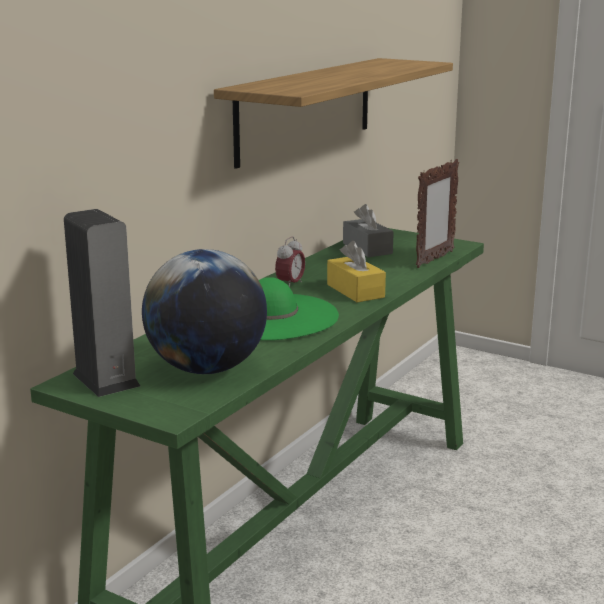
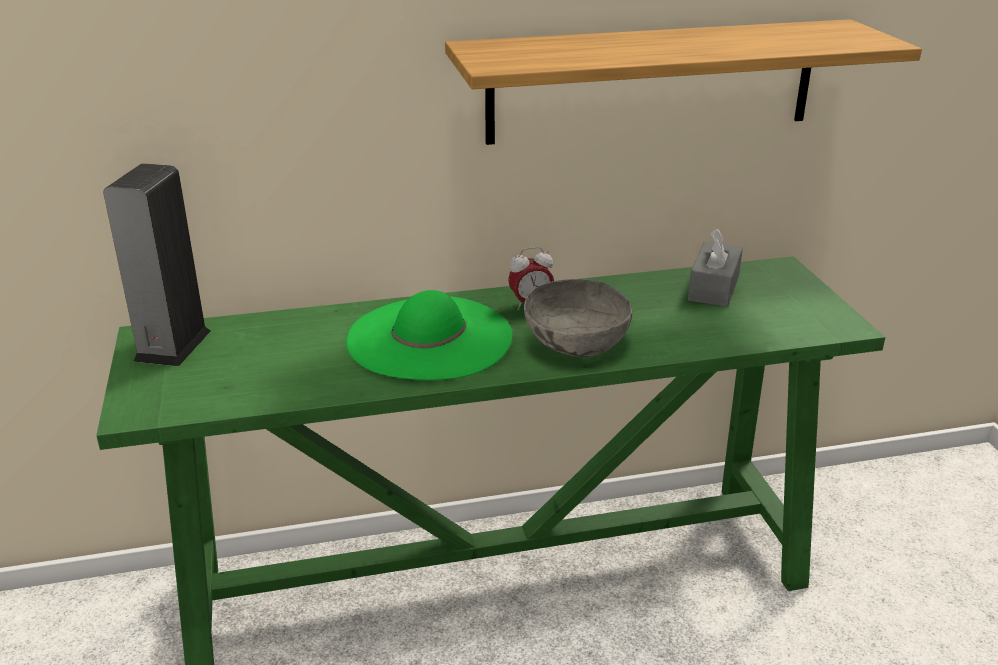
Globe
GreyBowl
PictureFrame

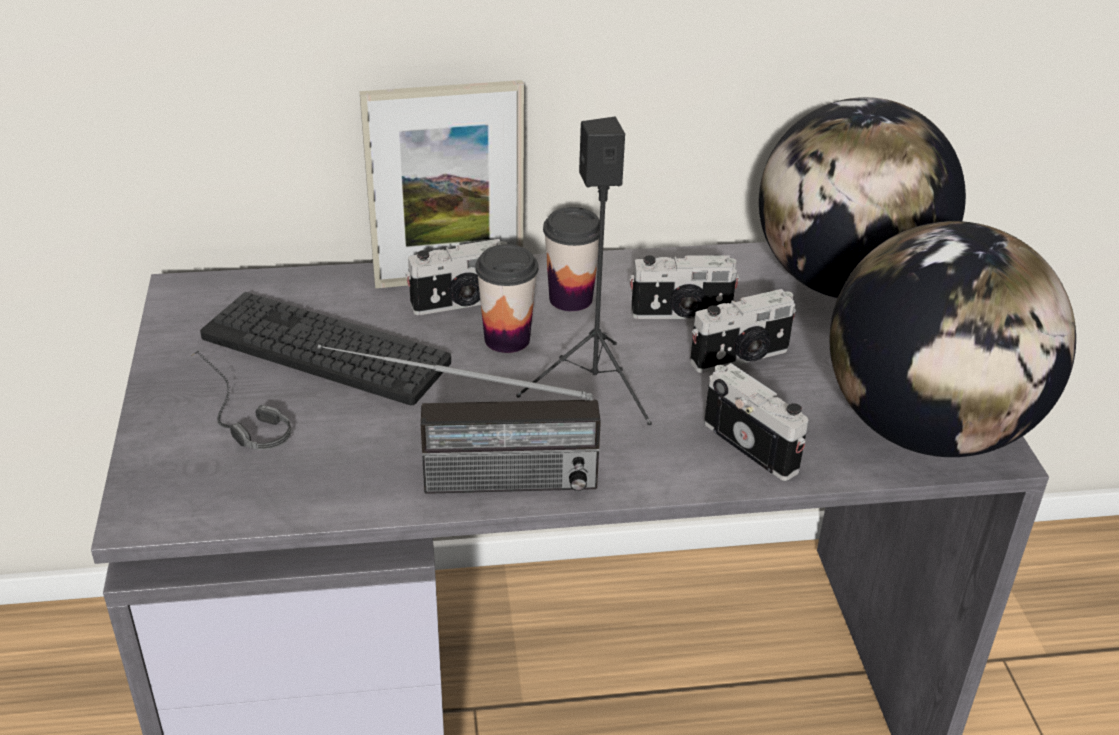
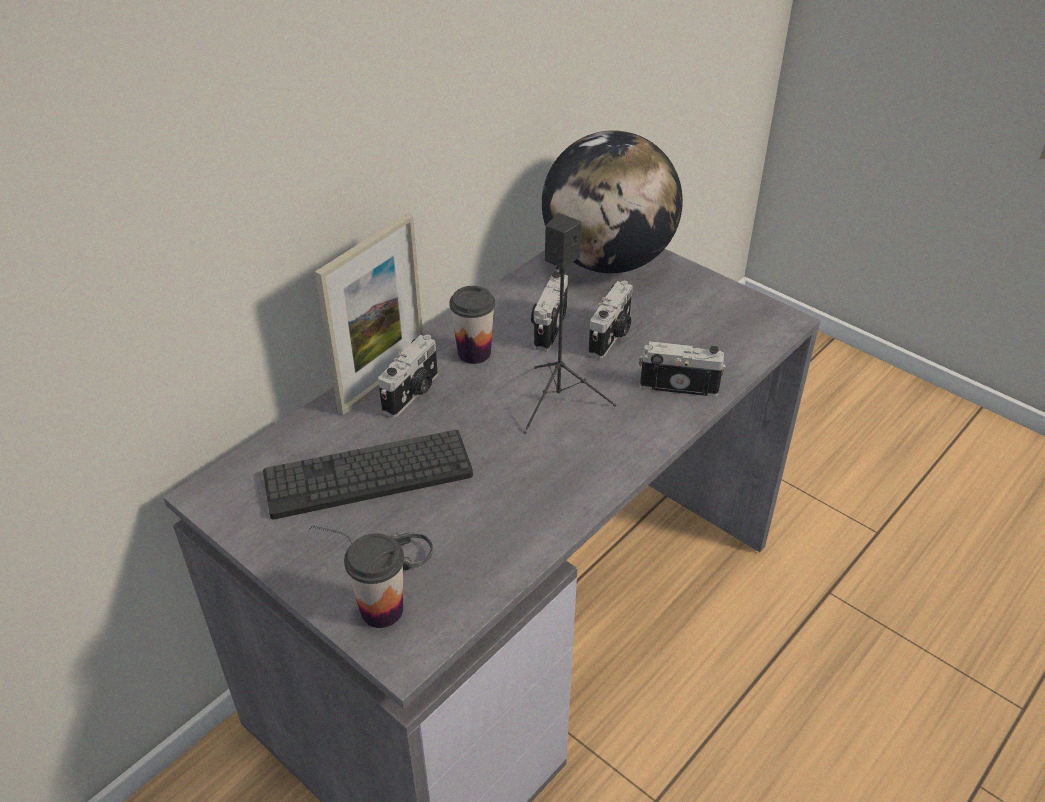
Radio
Cup (1st from left)
PhotoCamera (2nd from left)
Globe (2nd from left in the first image)

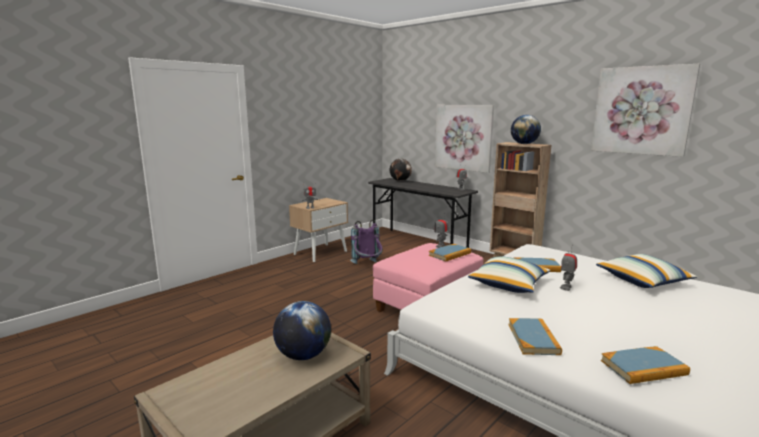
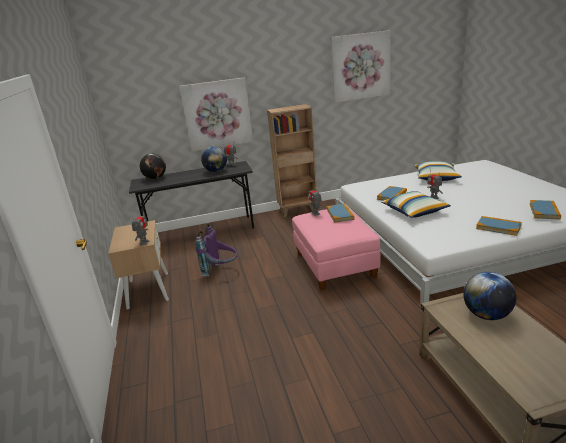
Globe (2nd from left)

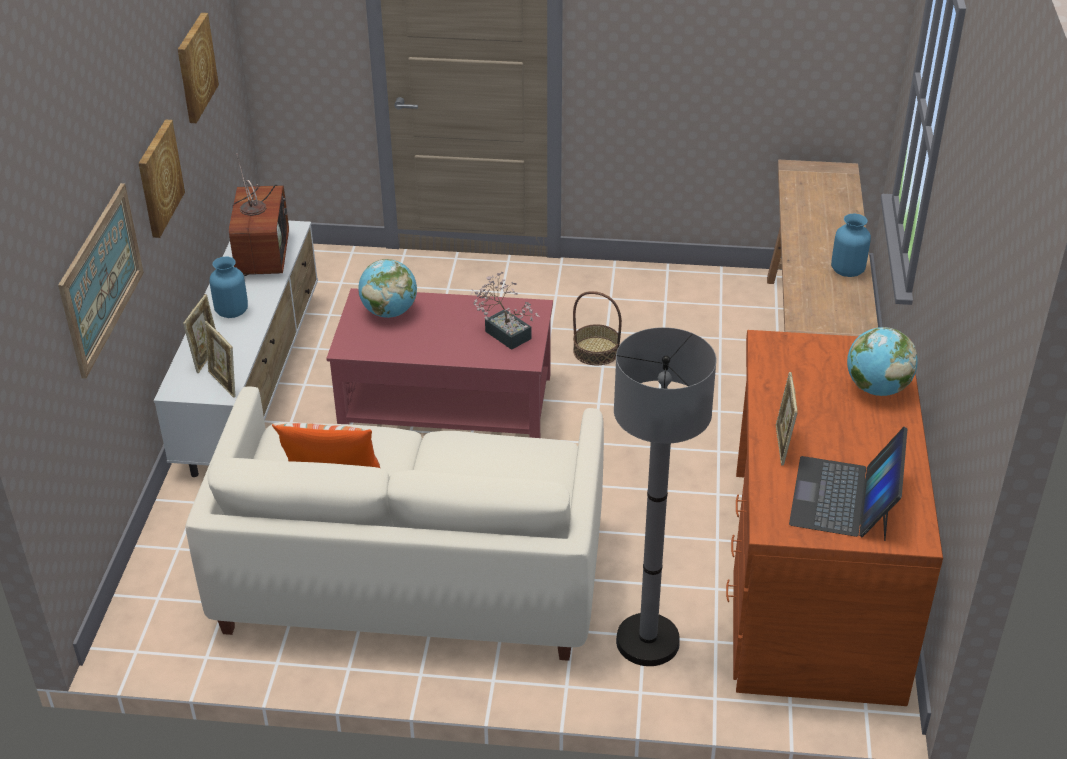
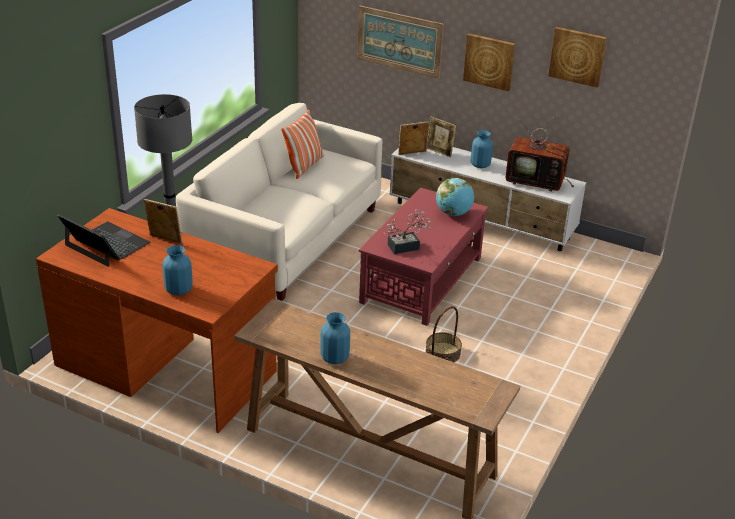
BlueVase (1st from left)

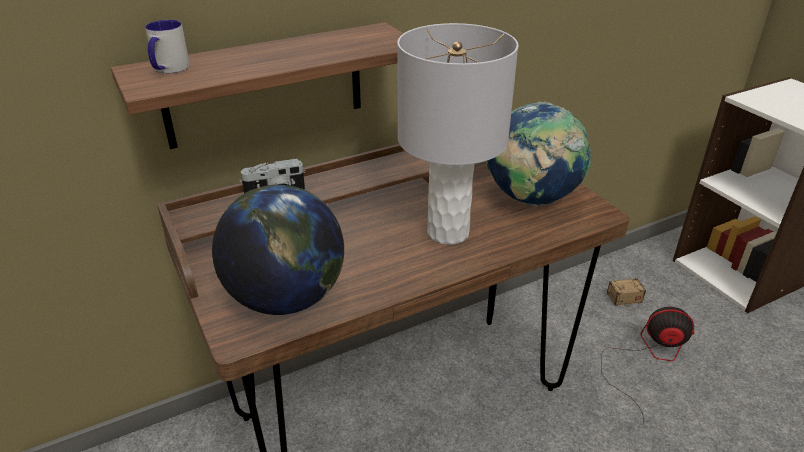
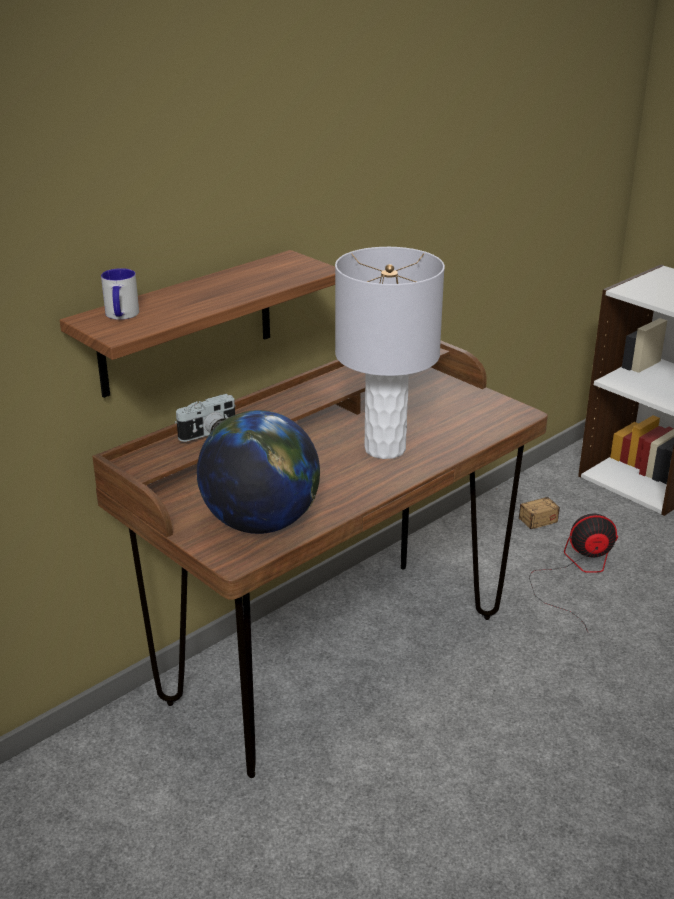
Globe (2nd from left in the first image)

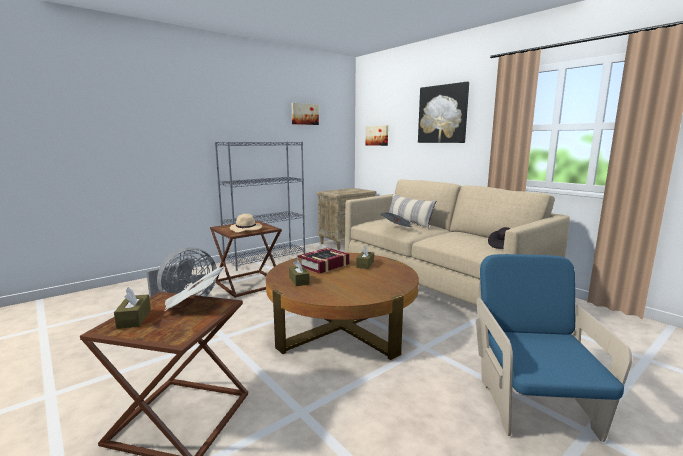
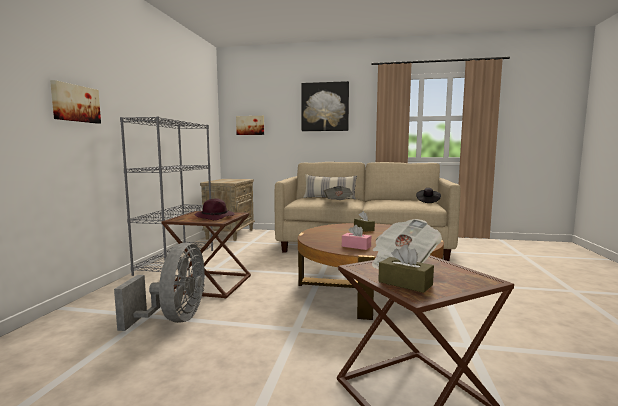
PurpleHat
PinkTissueBox
Picture (1st from left)
Book
BlueArmchair

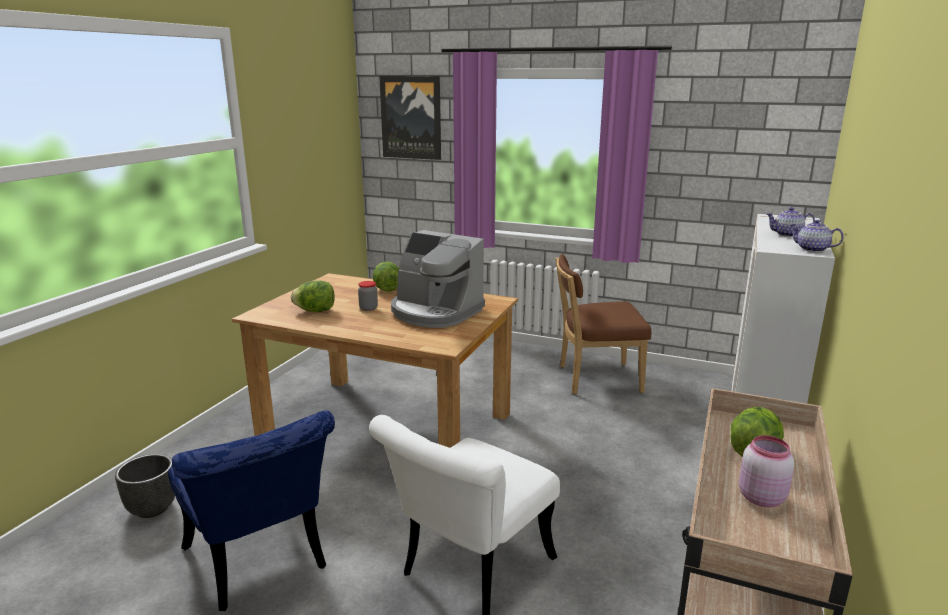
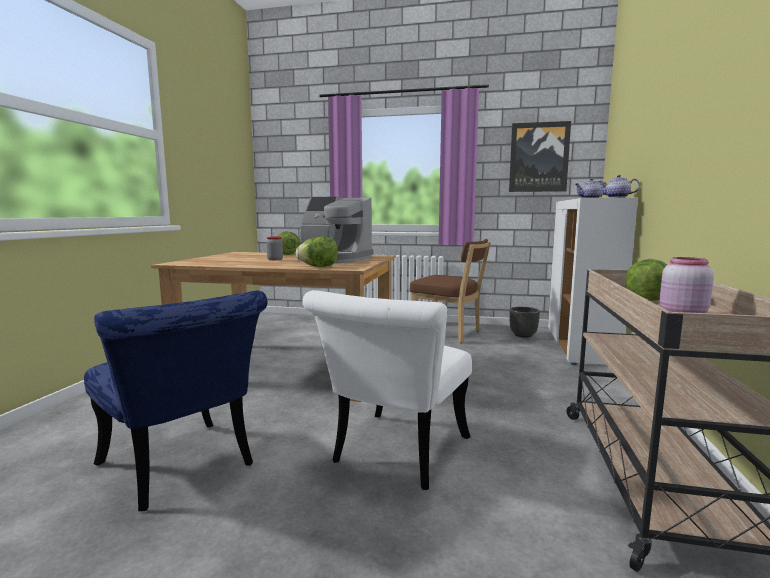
BlackPlanter
Lettuce (2nd from left)
Picture
BrownChair

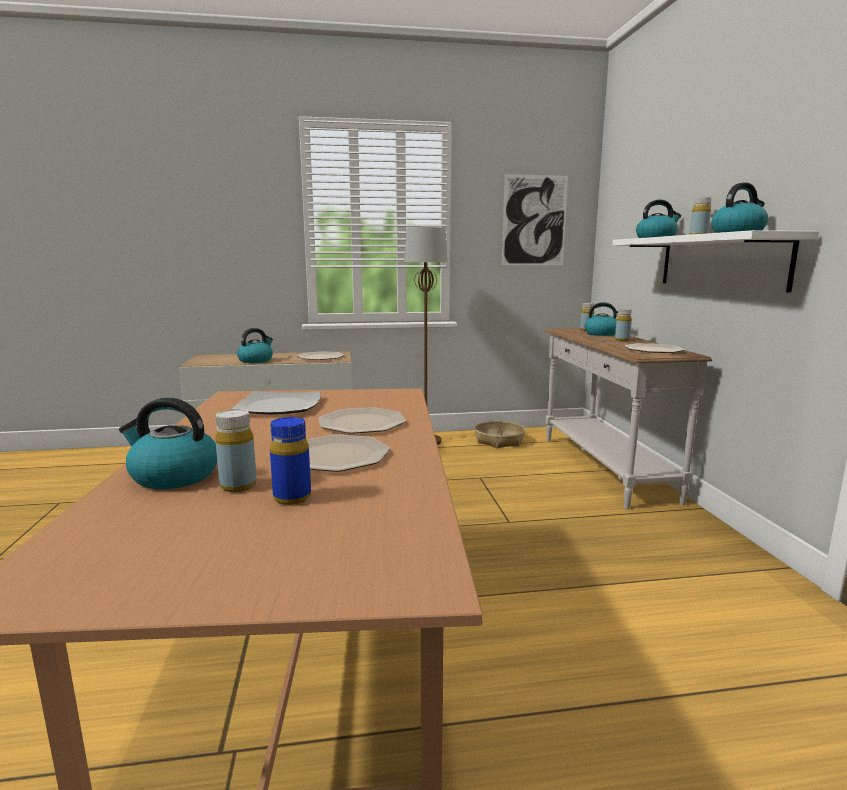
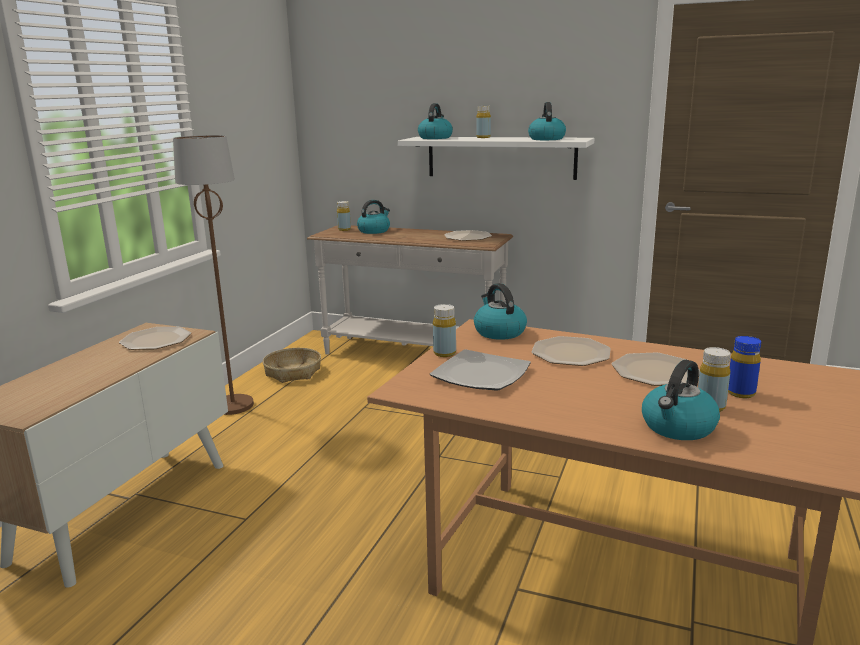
Kettle (3rd from left)
Picture
YellowBottle (2nd from left)

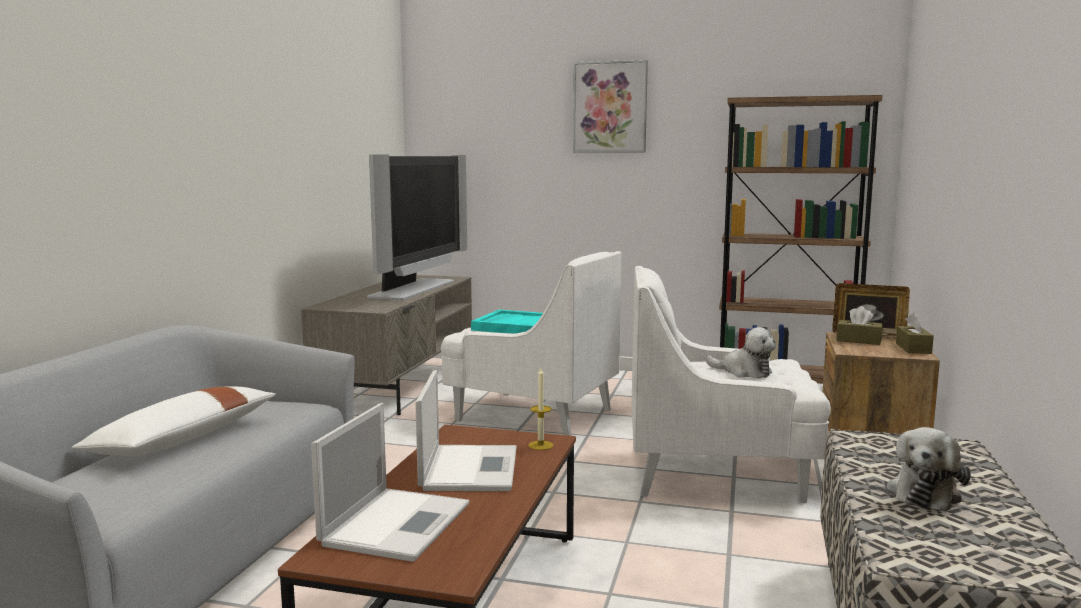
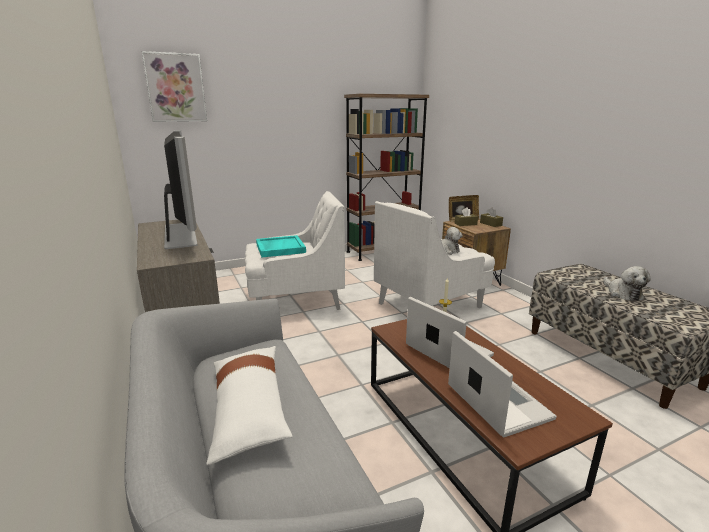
Picture

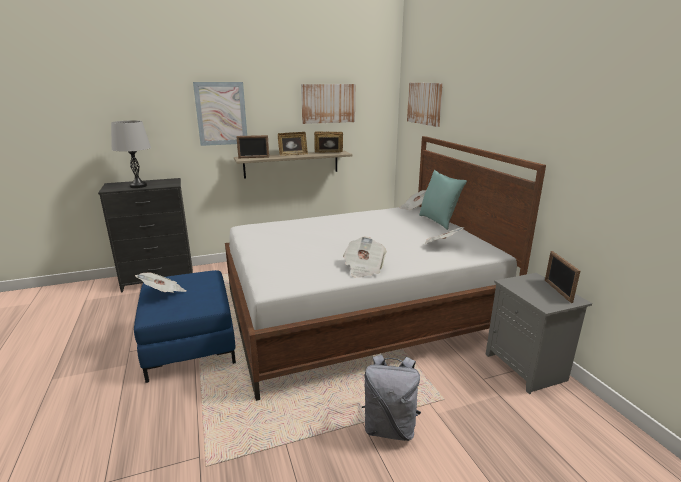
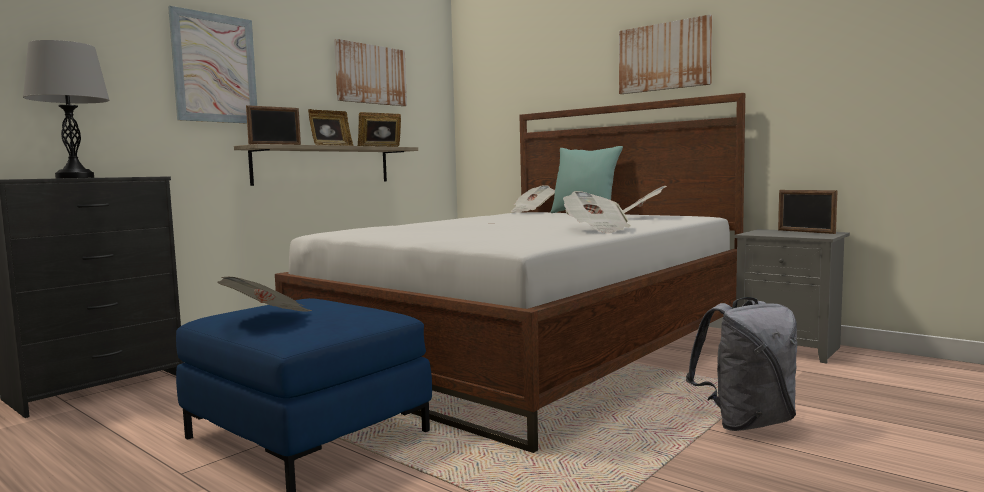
Picture (3rd from left)

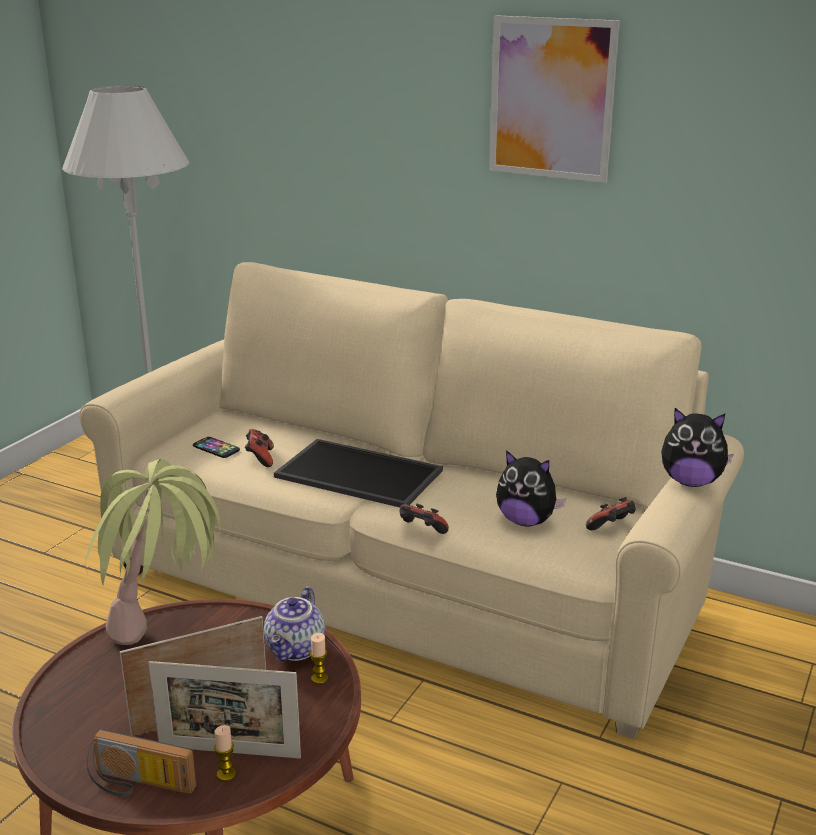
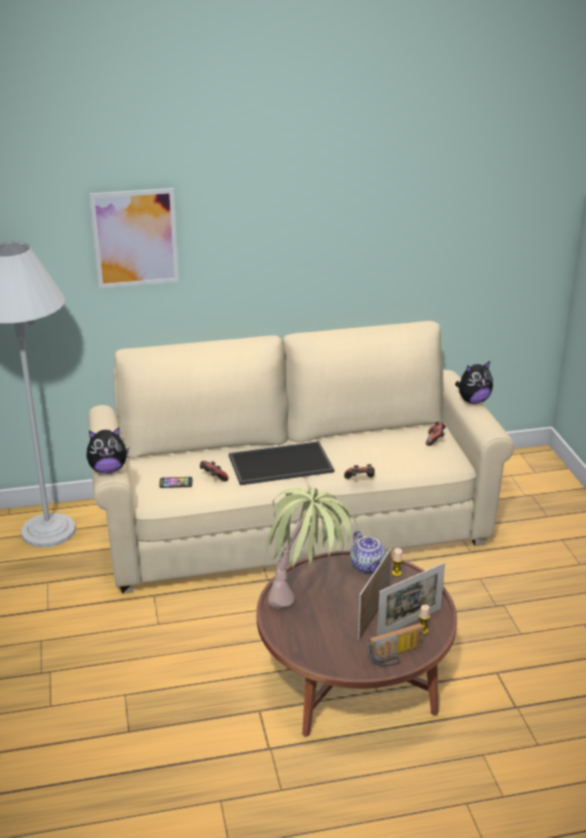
Picture
PlushToy (1st from left)

